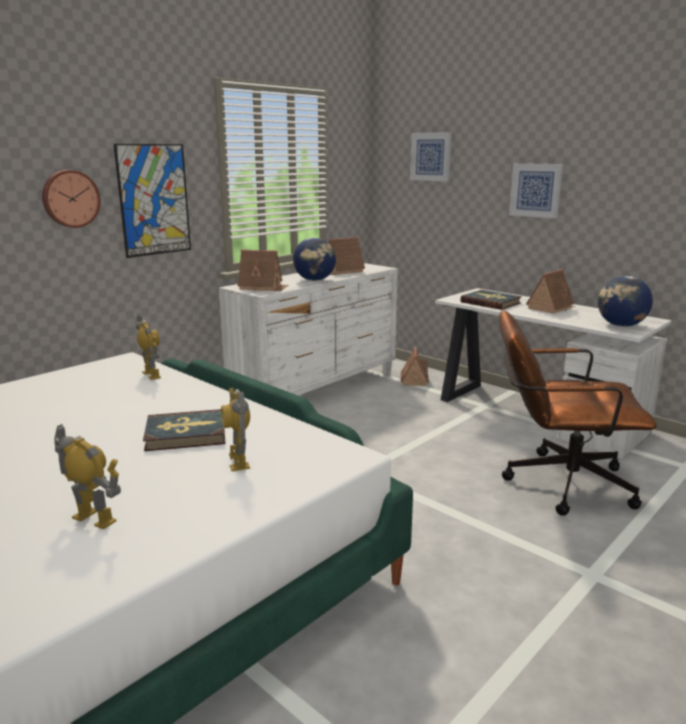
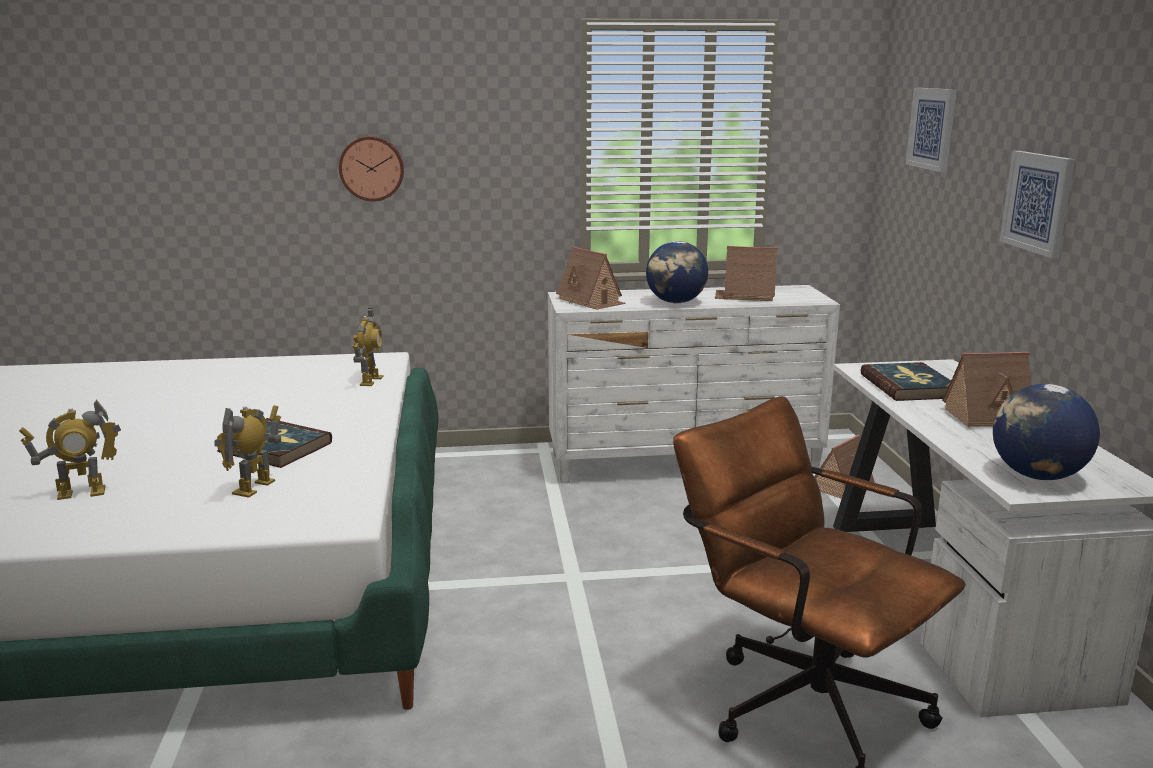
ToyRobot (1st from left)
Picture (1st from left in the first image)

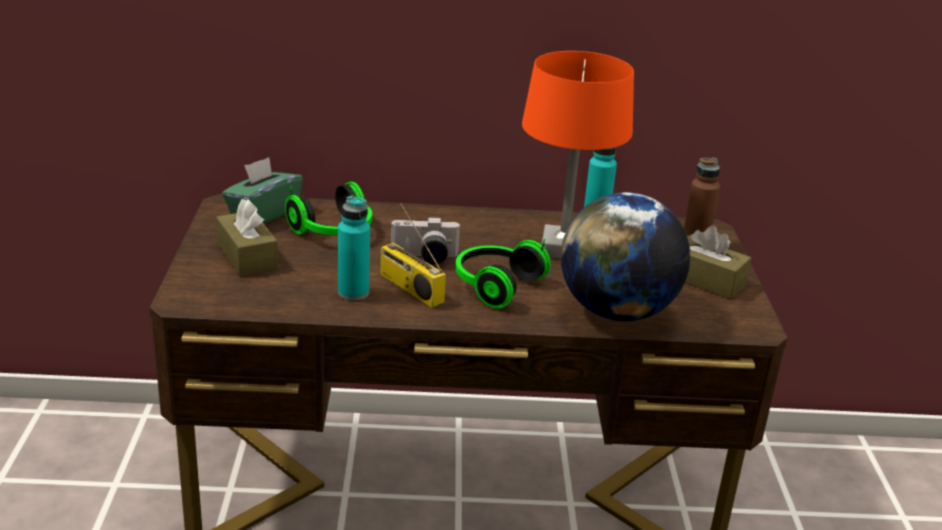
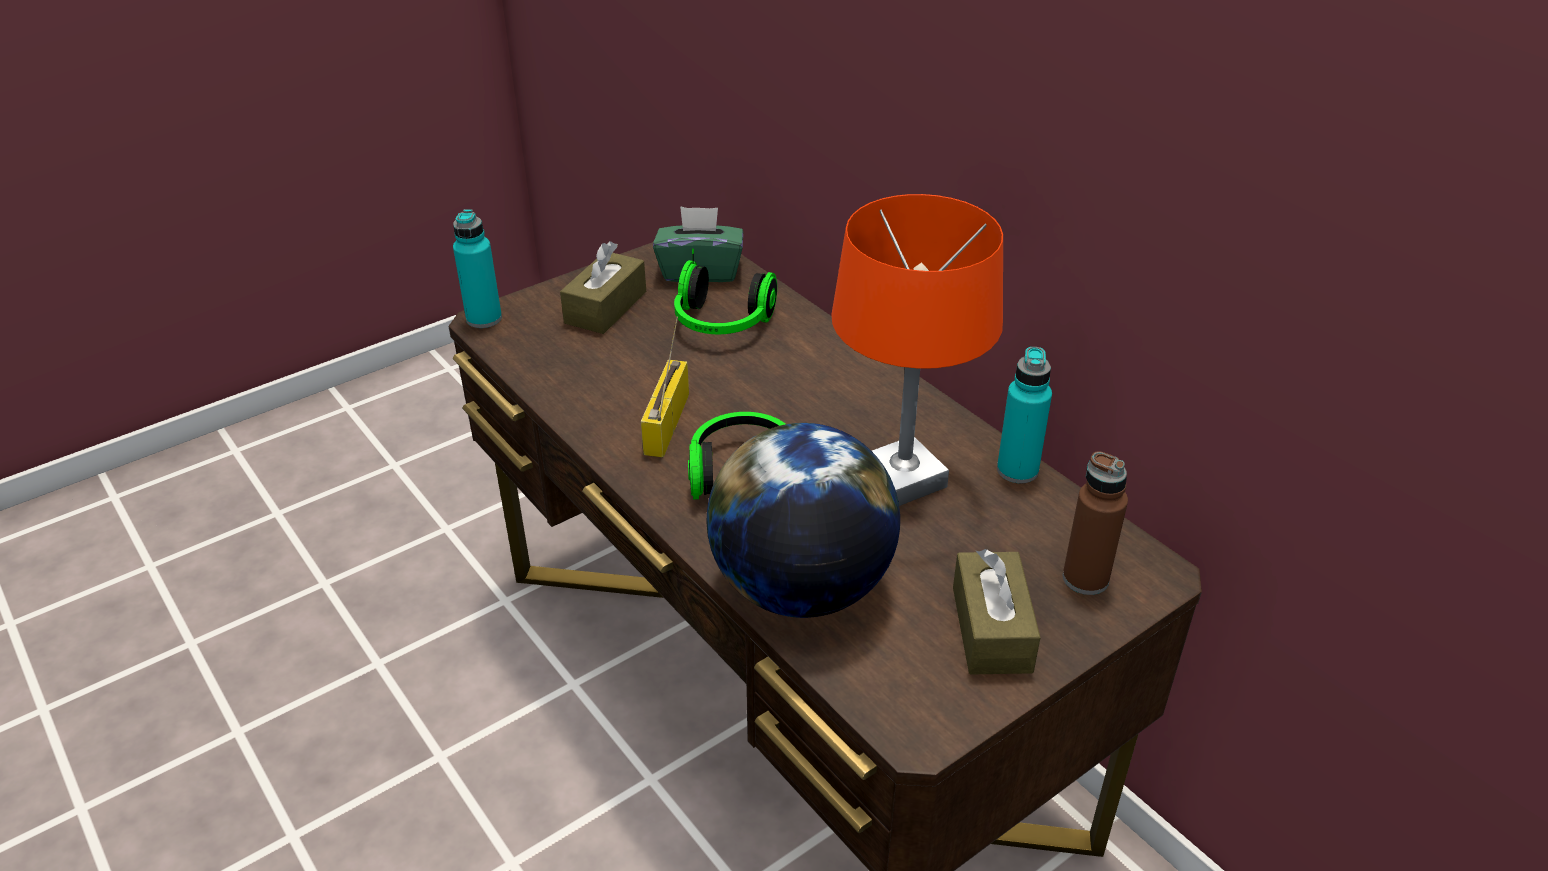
TurquoiseBottle (1st from left)
PhotoCamera

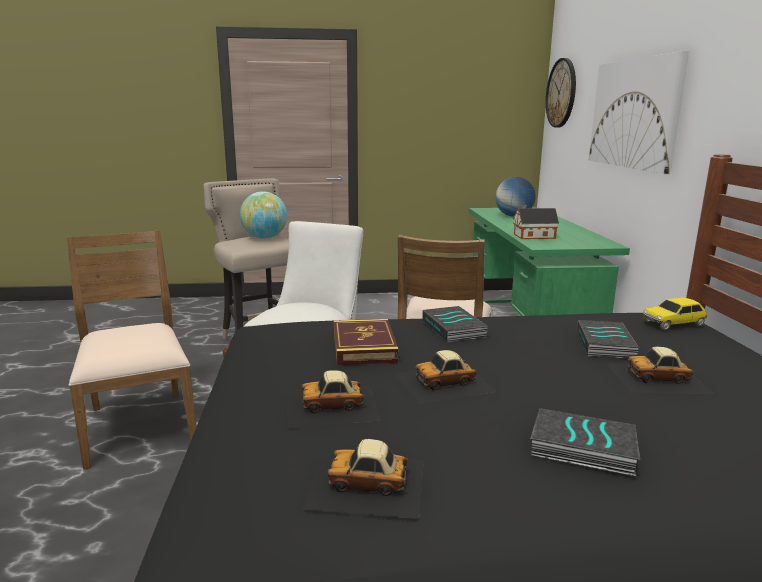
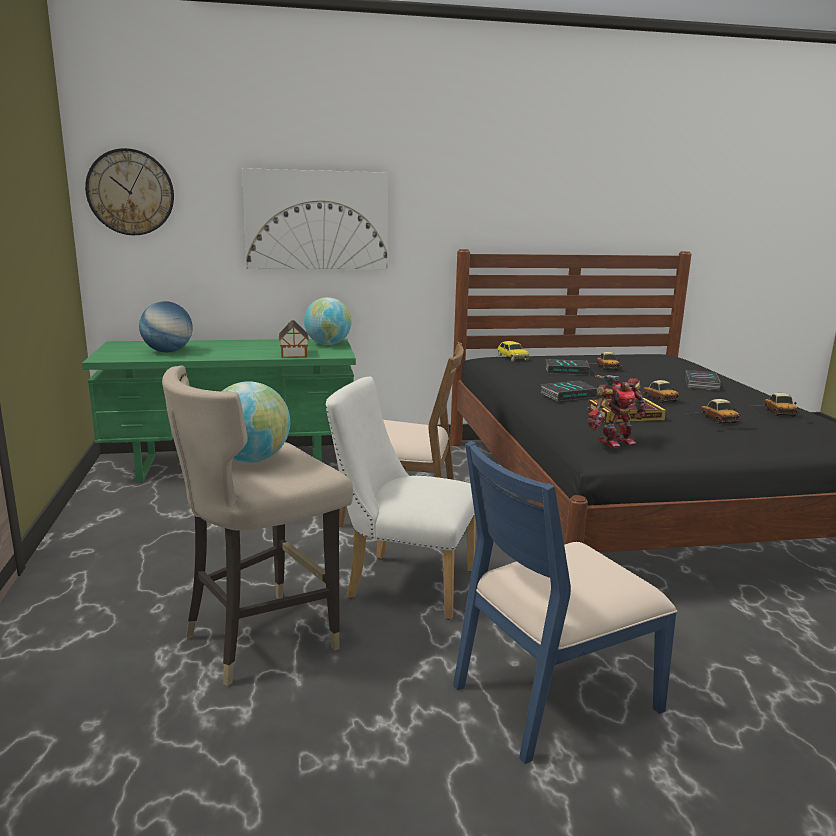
BlueChair
Globe (3rd from left)
ToyRobot

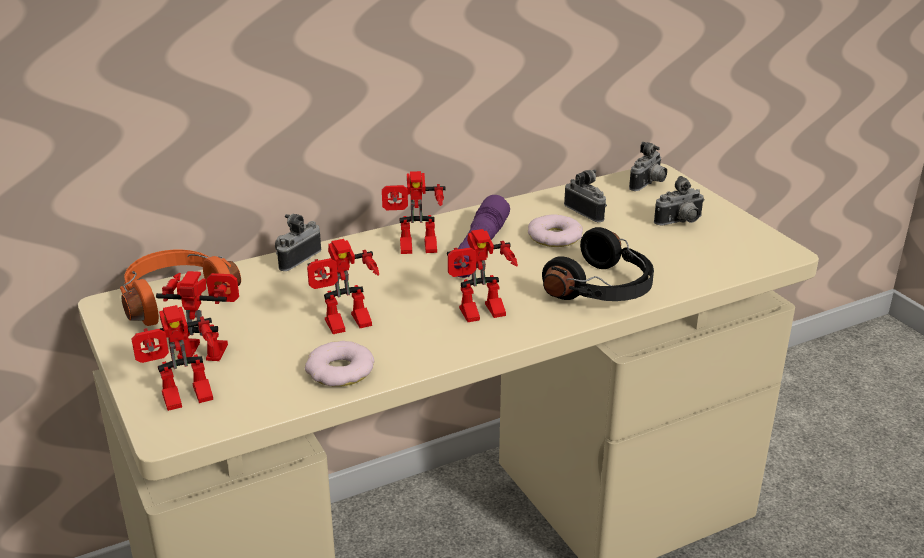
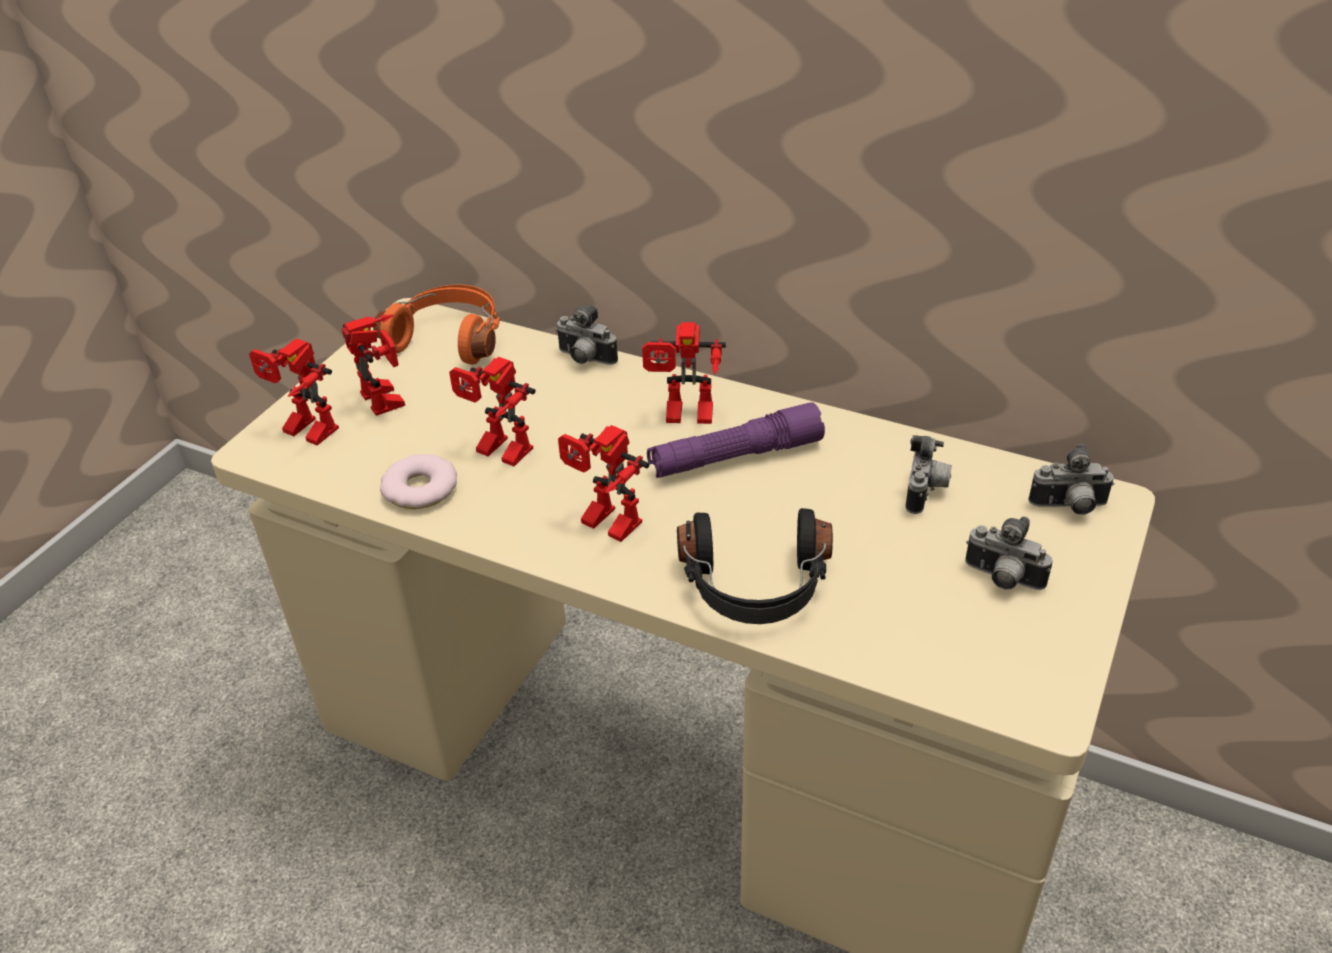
PhotoCamera (1st from left)
ToyRobot (5th from left)
Donut (2nd from left in the first image)

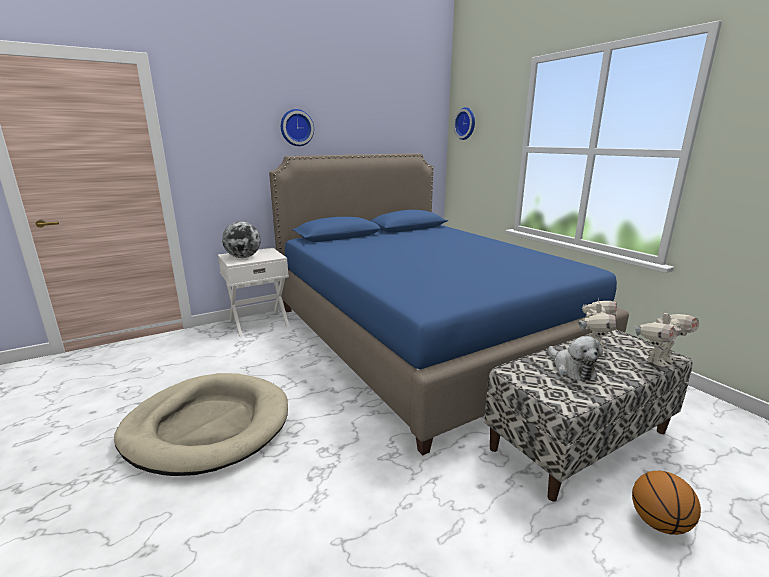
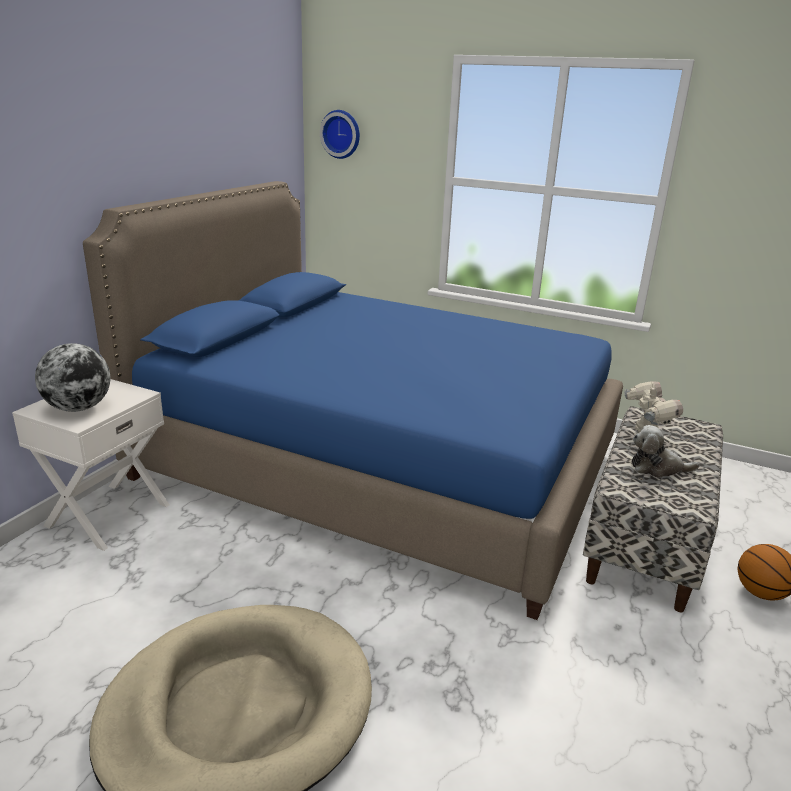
WallClock (1st from left in the first image)
PlushToy
ToyRobot (2nd from left in the first image)

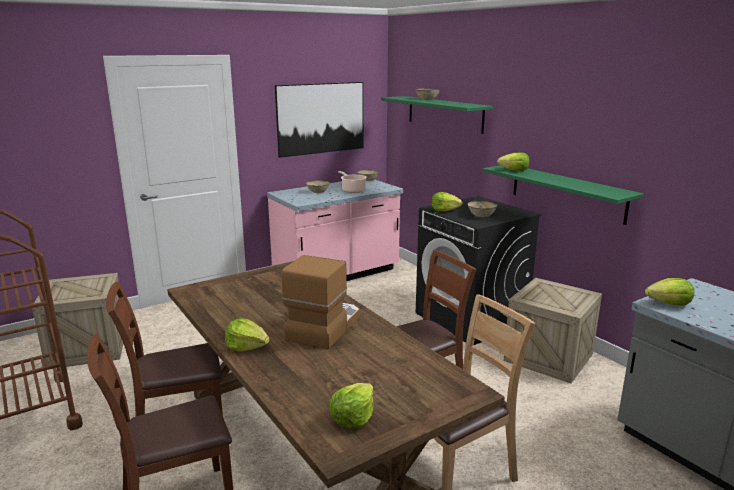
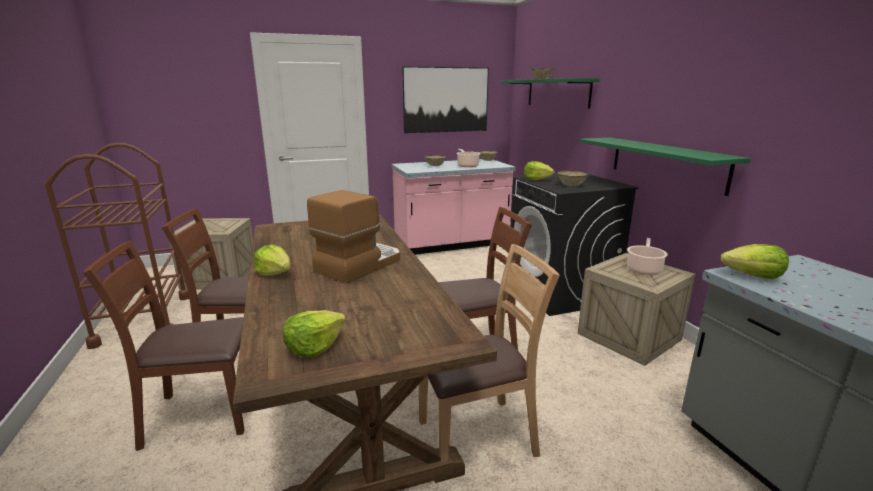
Lettuce (4th from left in the first image)
CookingPot (2nd from left)

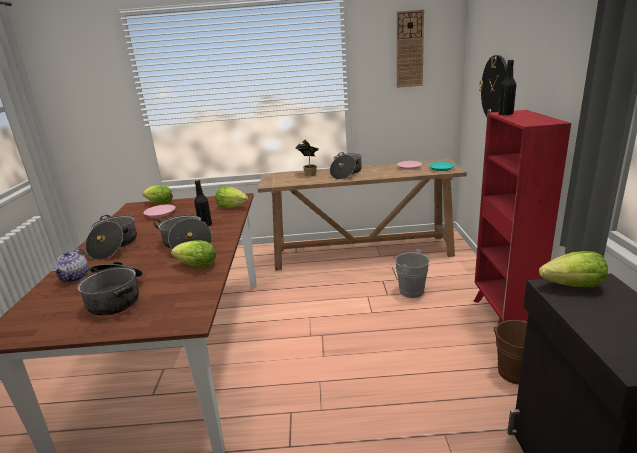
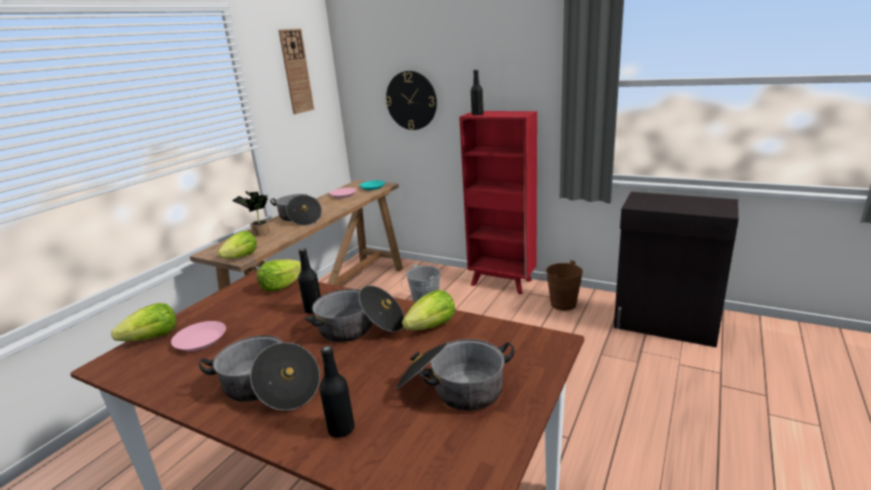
BlackBottle (2nd from left)
Lettuce (2nd from left)

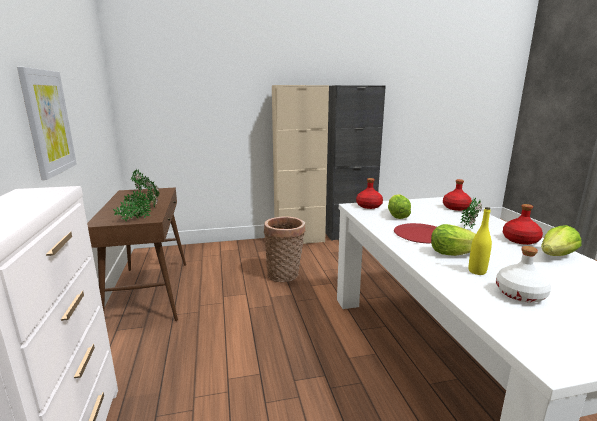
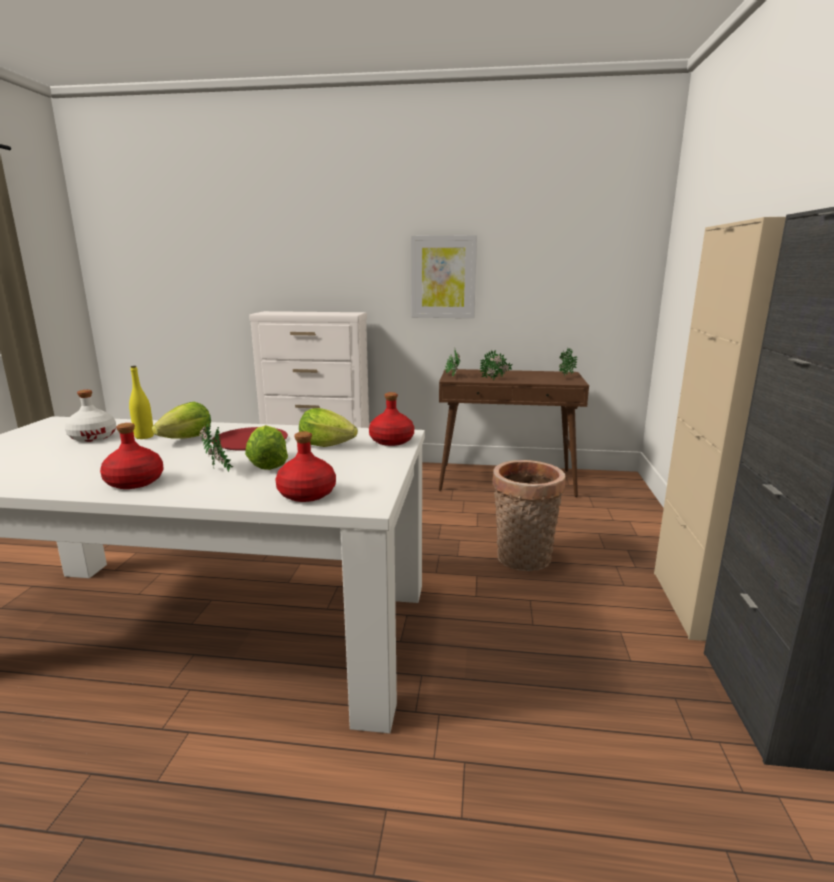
Lettuce (2nd from left)

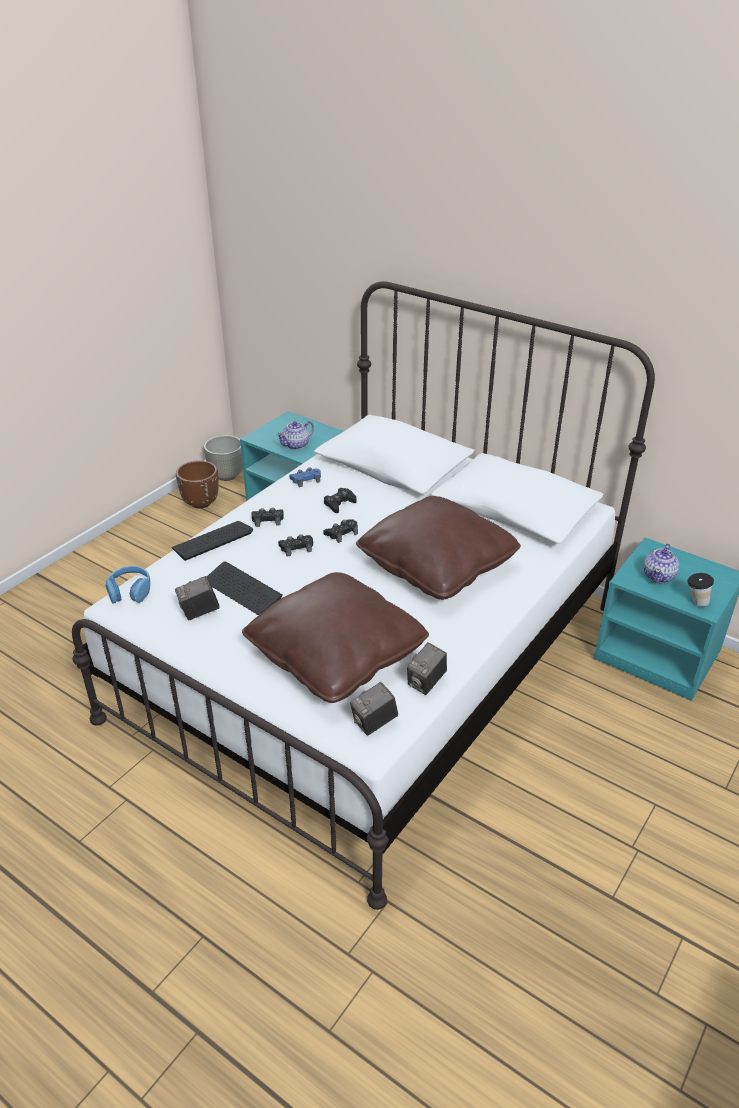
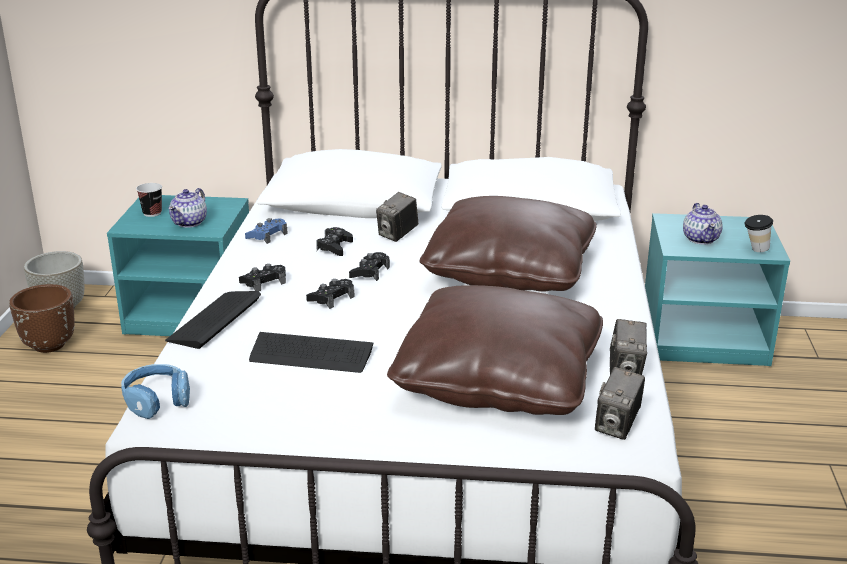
PhotoCamera (1st from left)
Cup (1st from left)

